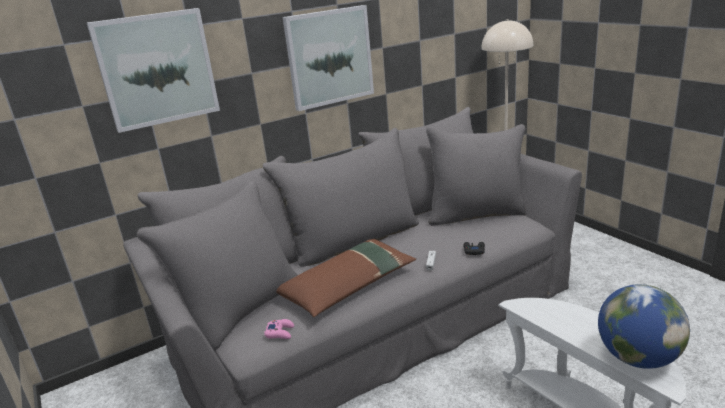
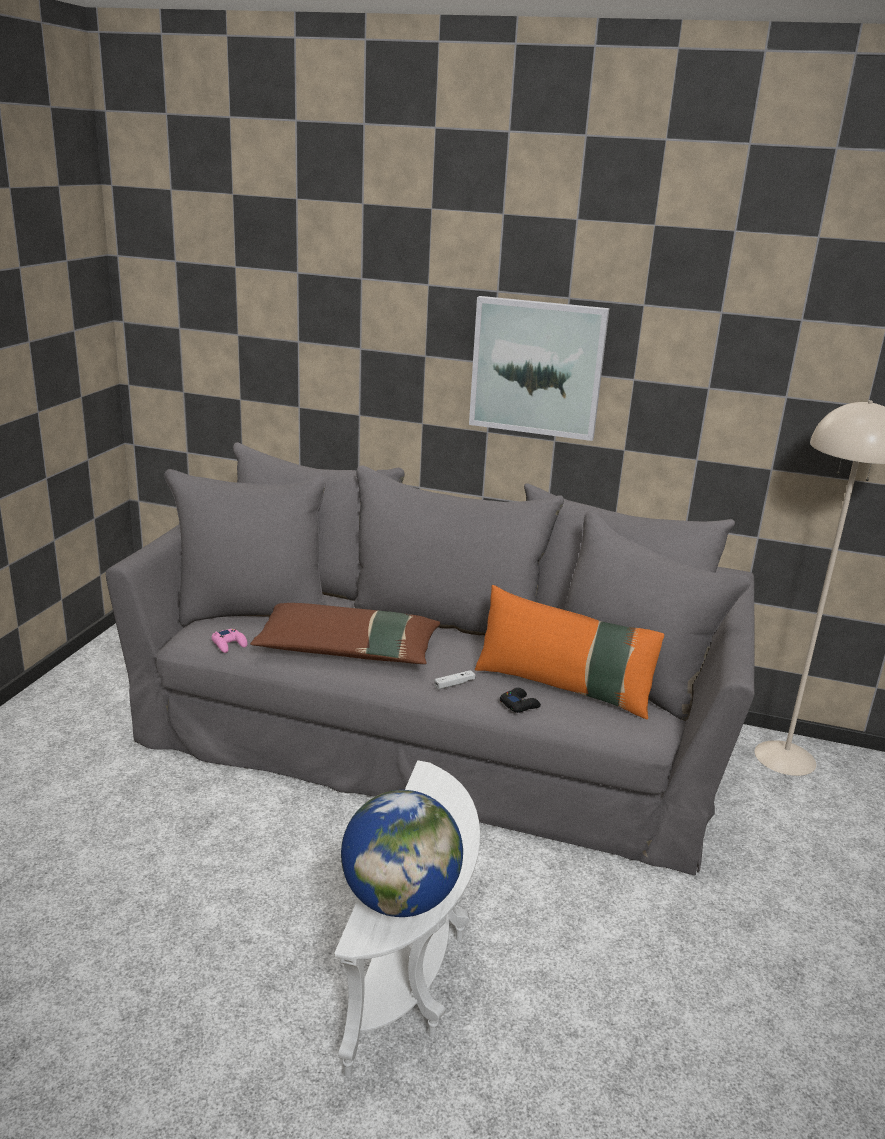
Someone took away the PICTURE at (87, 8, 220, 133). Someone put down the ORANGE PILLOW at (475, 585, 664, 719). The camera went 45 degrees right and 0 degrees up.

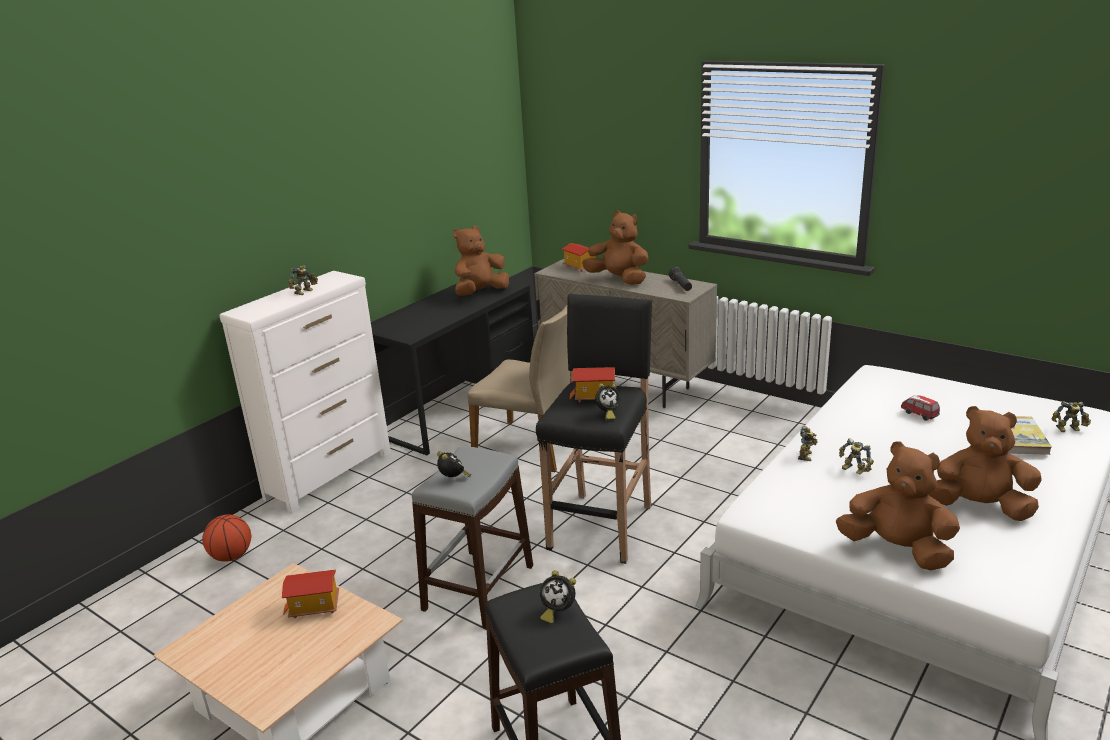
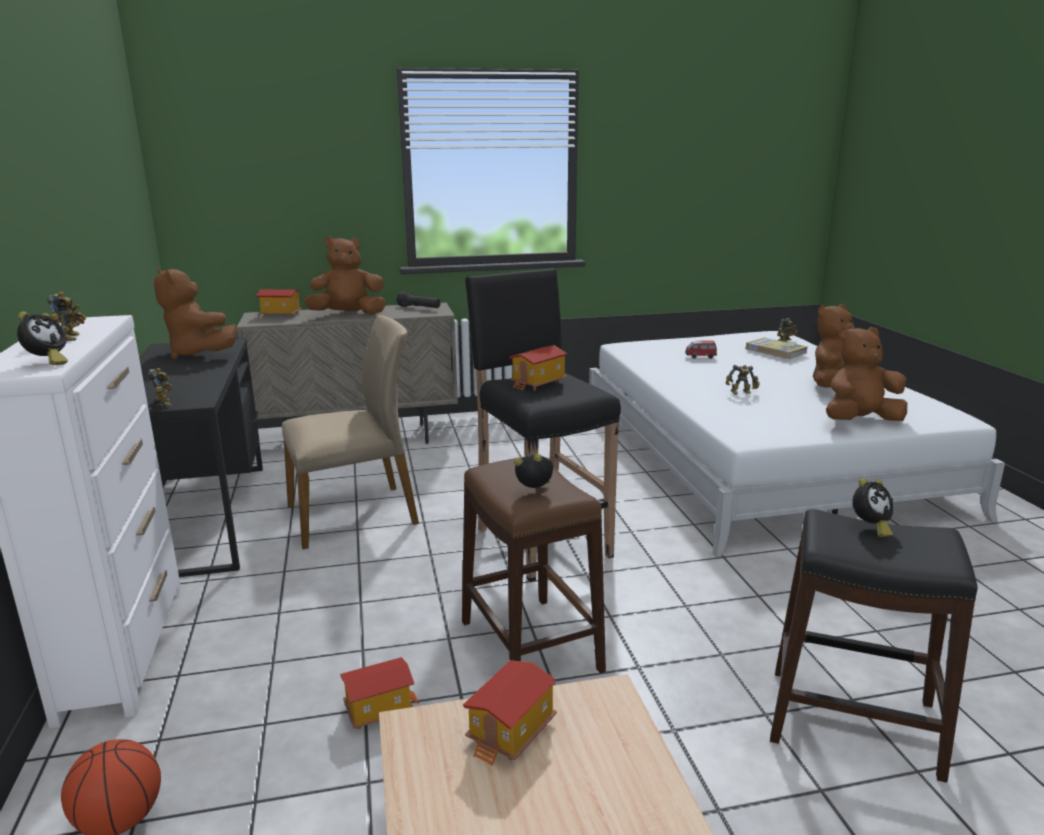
Someone repainted the GREY STOOL at (412, 446, 533, 629), which became the BROWN STOOL at (462, 457, 606, 673). Someone rotated the BROWN PLUSH TOY at (453, 226, 509, 296) by 45 degrees counterclockwise. Someone carried the ALARM CLOCK from (595, 384, 621, 420) to (17, 311, 68, 365). Someone carried the TOY ROBOT from (798, 426, 818, 461) to (148, 368, 173, 409). Someone put down the TOY HOUSE at (340, 657, 419, 729). The camera went 50 degrees left and 5 degrees down.

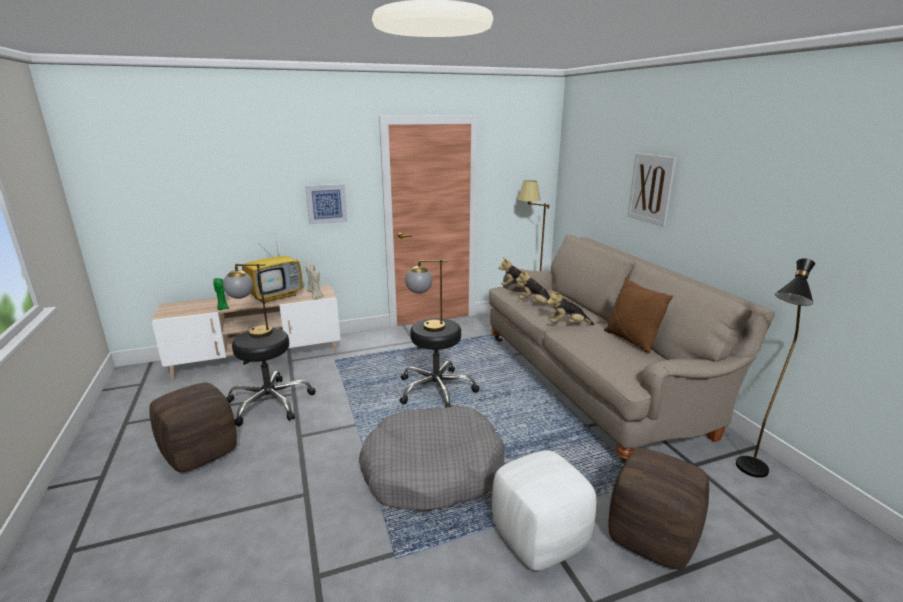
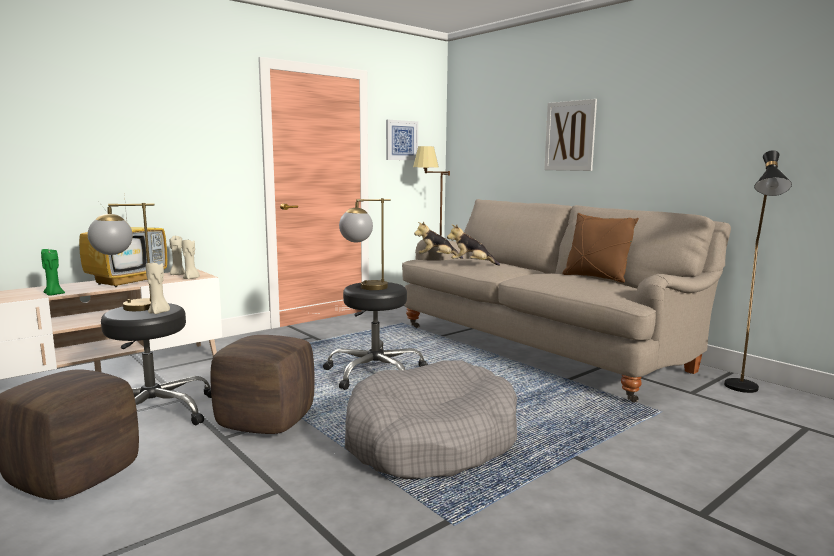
Someone carried the PICTURE from (305, 184, 348, 224) to (386, 120, 418, 160). Someone took away the WHITE OTTOMAN at (492, 450, 596, 571). Someone took away the PLUSH TOY at (547, 289, 594, 325). Someone carried the BROWN OTTOMAN from (609, 448, 709, 570) to (211, 335, 315, 434). Someone put down the BEIGE CANDLE at (146, 262, 170, 314). The camera went 20 degrees left and 10 degrees down.

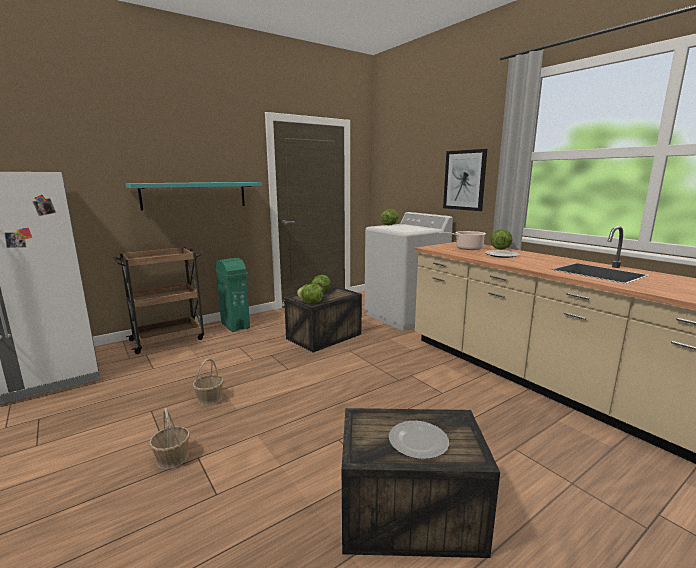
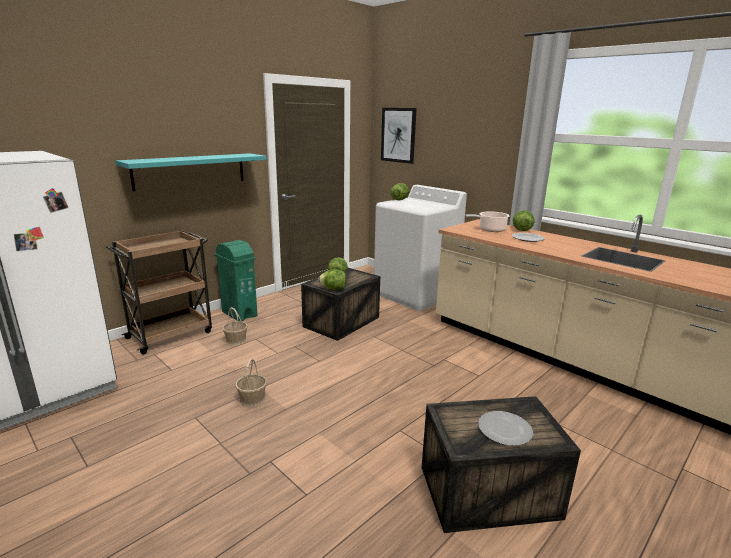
Someone carried the BASKET from (149, 408, 190, 469) to (222, 307, 248, 346). Someone carried the PICTURE from (443, 149, 487, 211) to (381, 108, 417, 164). The camera went 10 degrees left and 5 degrees up.

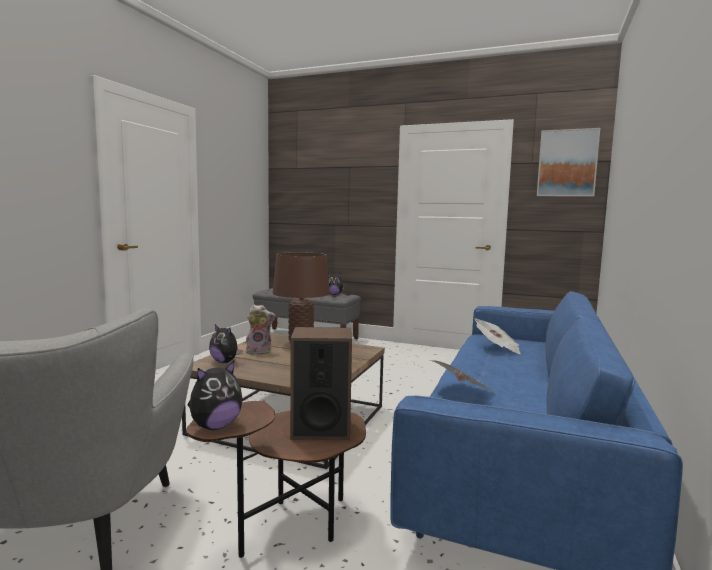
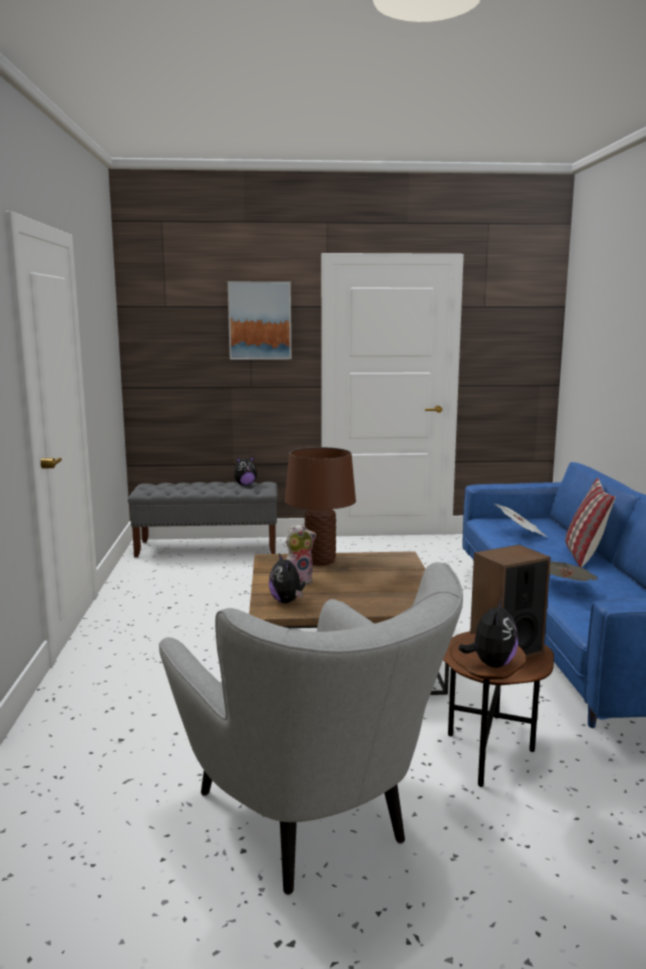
Someone rotated the PLUSH TOY at (209, 324, 243, 363) by 60 degrees clockwise. Someone carried the PICTURE from (537, 128, 600, 196) to (228, 281, 291, 360). Someone put down the PILLOW at (565, 478, 615, 568). The camera went 25 degrees left and 5 degrees up.

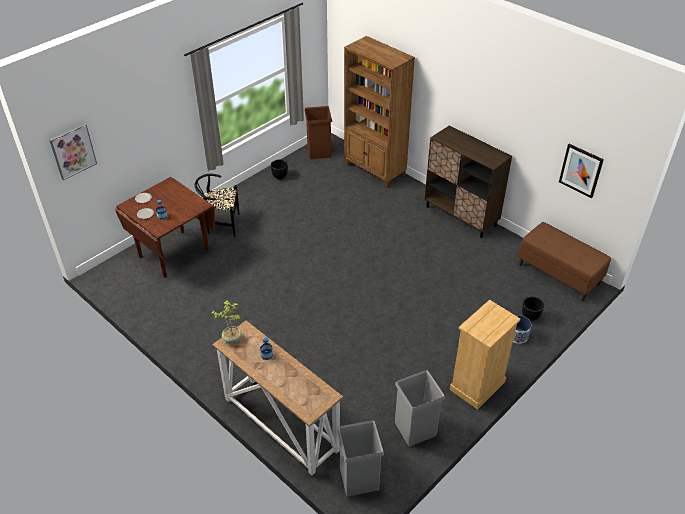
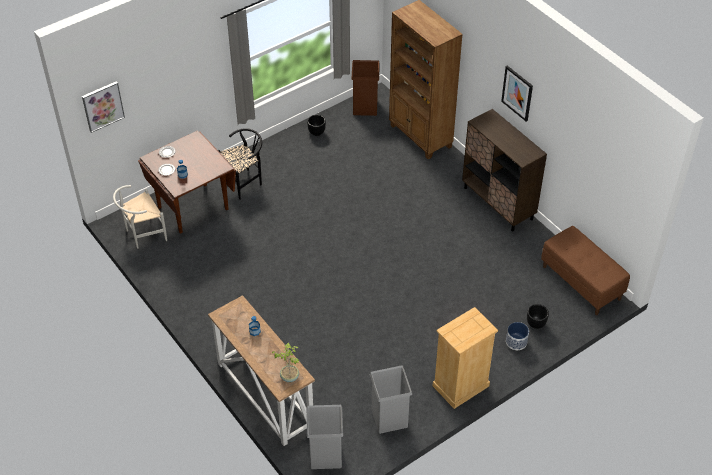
Someone rotated the BLACK CHAIR at (195, 174, 239, 237) by 135 degrees clockwise. Someone carried the POTTED PLANT from (212, 300, 242, 343) to (272, 343, 299, 382). Someone carried the PICTURE from (559, 144, 604, 198) to (501, 66, 533, 122). Someone put down the WHITE CHAIR at (113, 185, 167, 249). The camera went 10 degrees right and 5 degrees up.

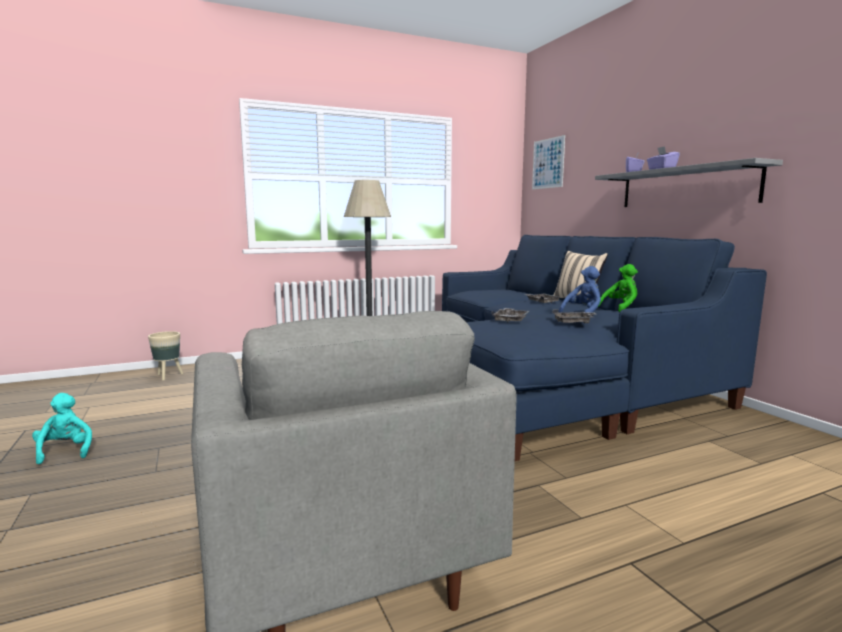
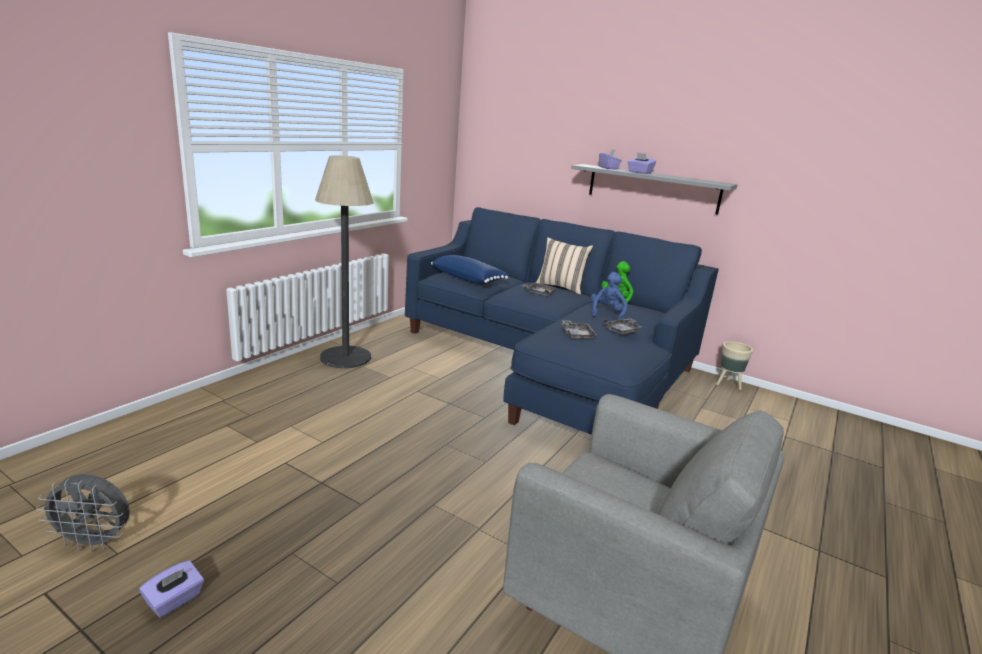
Someone swapped the TURQUOISE PLUSH TOY at (32, 393, 92, 464) for the PURPLE TISSUE BOX at (139, 560, 204, 618). Someone carried the BEIGE PLANTER from (148, 331, 183, 381) to (716, 341, 753, 390). Someone took away the PICTURE at (532, 135, 565, 190). Someone put down the GREY FAN at (36, 474, 130, 552). Someone put down the BLUE PILLOW at (431, 255, 508, 284). The camera went 35 degrees left and 10 degrees up.

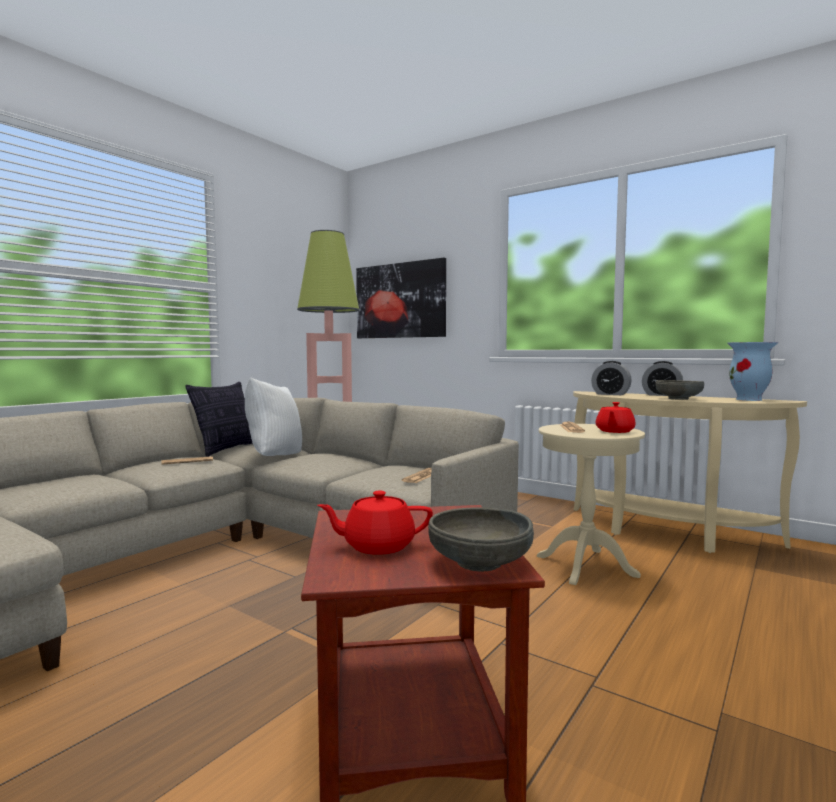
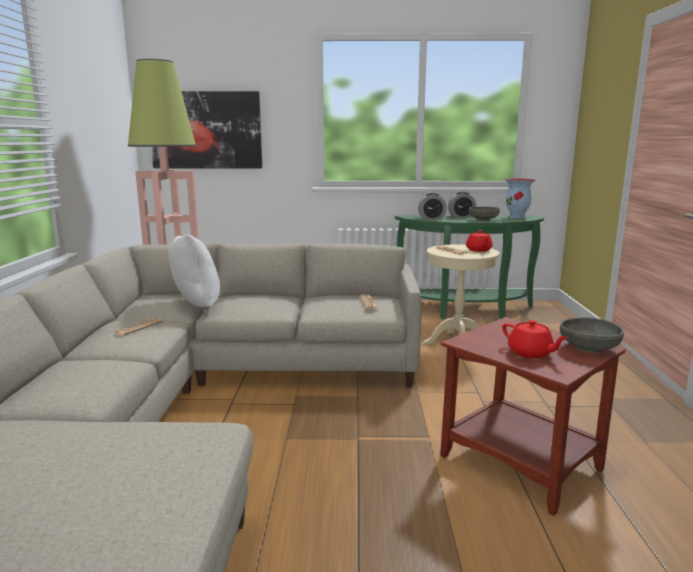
Someone took away the PILLOW at (185, 382, 253, 457). Someone rotated the RED TEAPOT at (317, 490, 433, 555) by 90 degrees counterclockwise. Someone repainted the BEIGE CONSOLE TABLE at (573, 391, 807, 553), which became the GREEN CONSOLE TABLE at (395, 216, 544, 319). The camera went 35 degrees left and 10 degrees up.

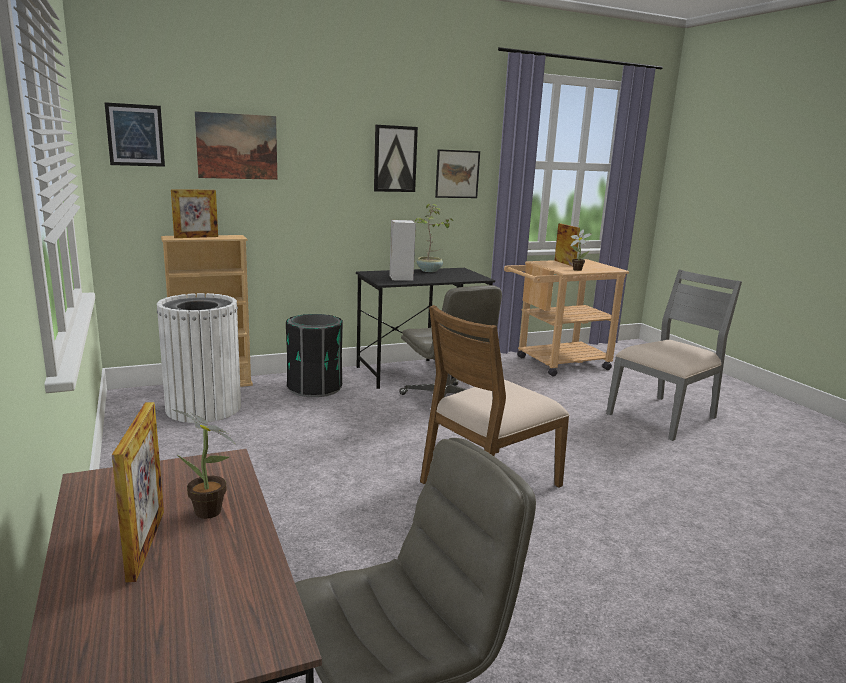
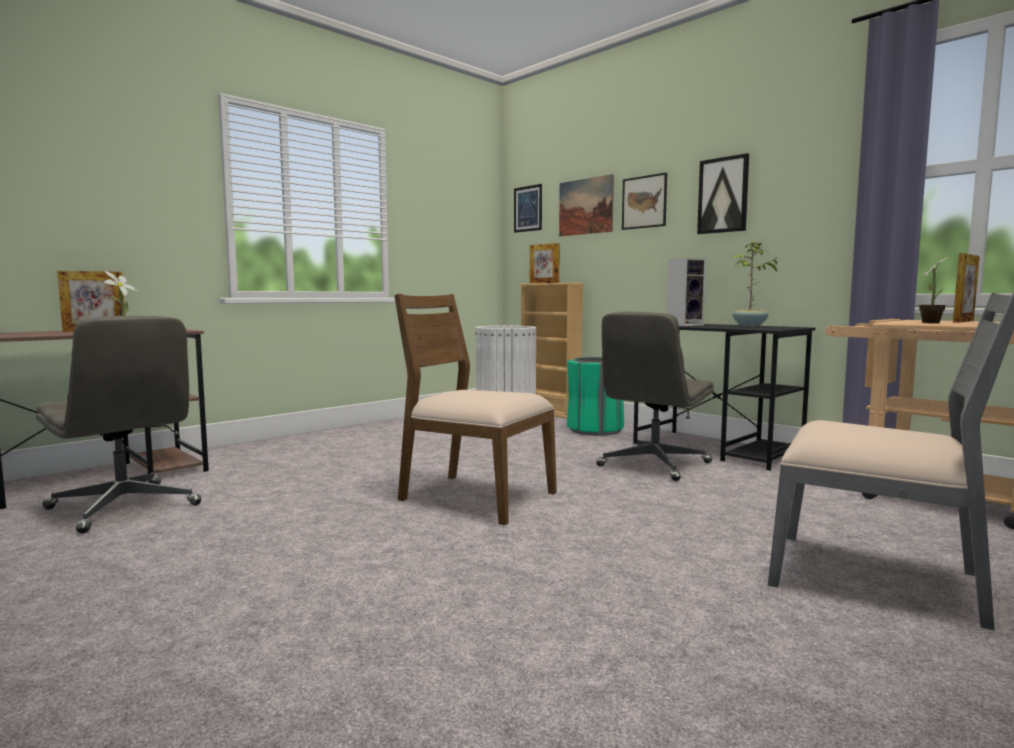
Someone repainted the BLACK TRASH CAN at (286, 314, 343, 397), which became the GREEN TRASH CAN at (567, 357, 624, 436). Someone carried the PICTURE from (435, 149, 480, 198) to (622, 173, 667, 230). The camera went 70 degrees right and 10 degrees down.

